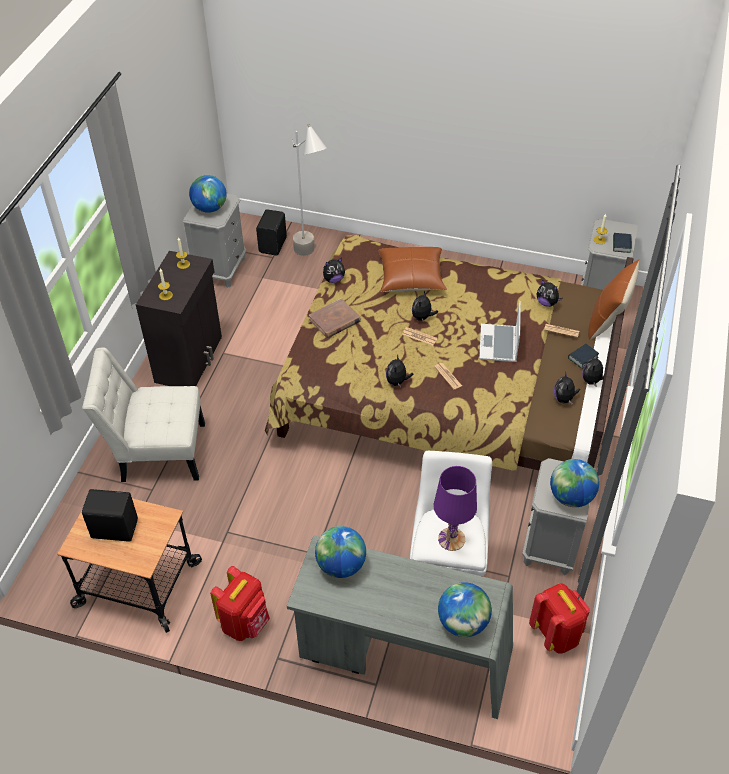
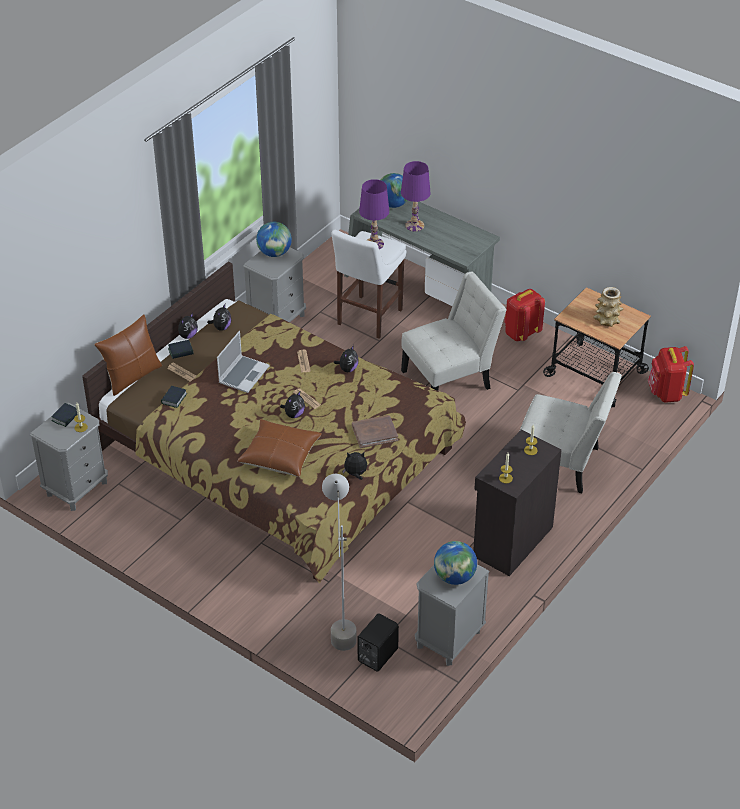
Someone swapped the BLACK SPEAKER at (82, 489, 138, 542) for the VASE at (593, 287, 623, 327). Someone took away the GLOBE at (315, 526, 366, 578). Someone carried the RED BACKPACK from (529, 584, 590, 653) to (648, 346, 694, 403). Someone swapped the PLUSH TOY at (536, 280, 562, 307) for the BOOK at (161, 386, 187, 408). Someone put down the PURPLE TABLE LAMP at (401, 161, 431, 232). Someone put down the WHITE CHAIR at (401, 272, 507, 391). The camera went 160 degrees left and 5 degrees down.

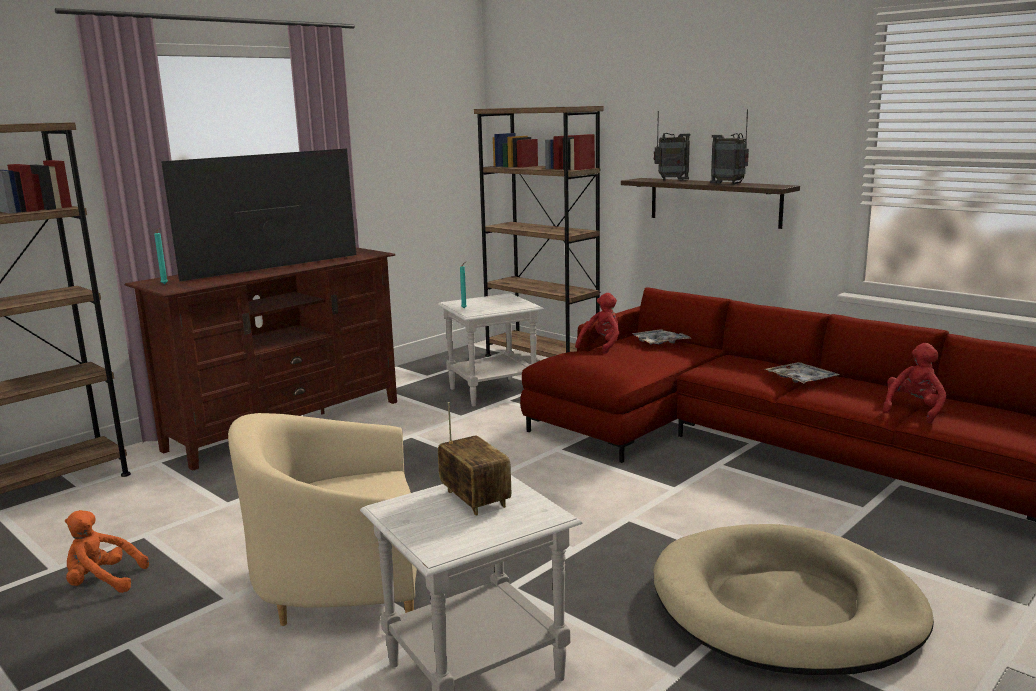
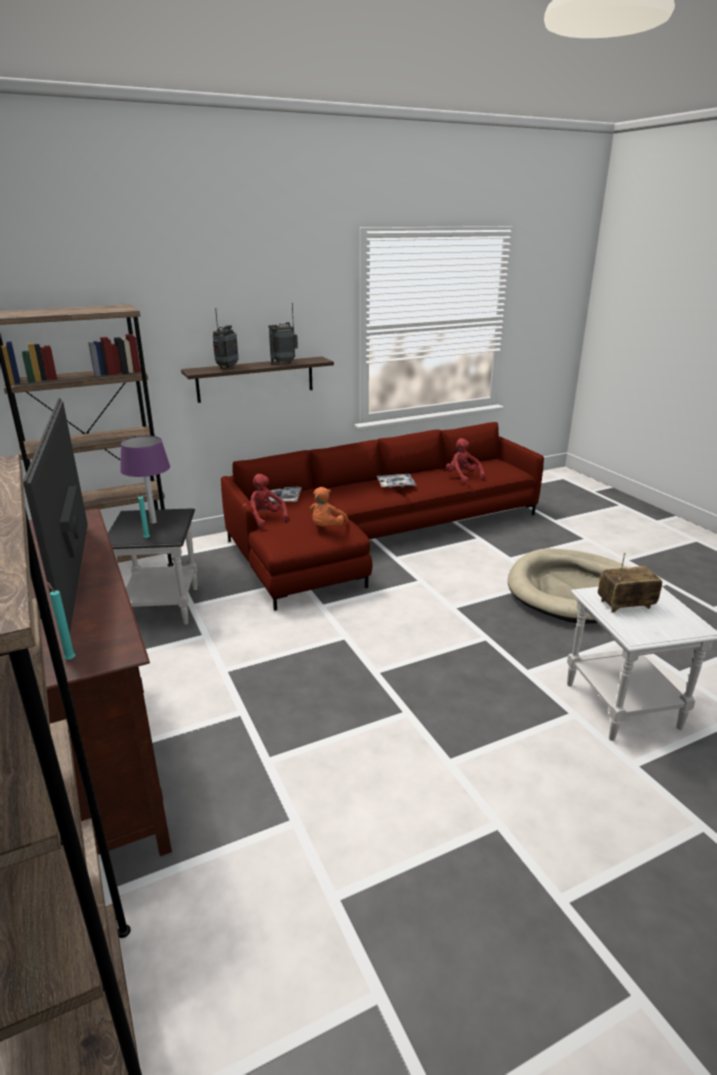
Someone carried the ORANGE PLUSH TOY from (65, 510, 149, 593) to (310, 487, 348, 527). Someone took away the BEIGE ARMCHAIR at (228, 413, 417, 626). Someone repainted the WHITE SIDE TABLE at (437, 293, 544, 406), which became the BLACK SIDE TABLE at (108, 508, 197, 625). Someone put down the PURPLE TABLE LAMP at (120, 436, 170, 524). The camera went 70 degrees left and 10 degrees up.

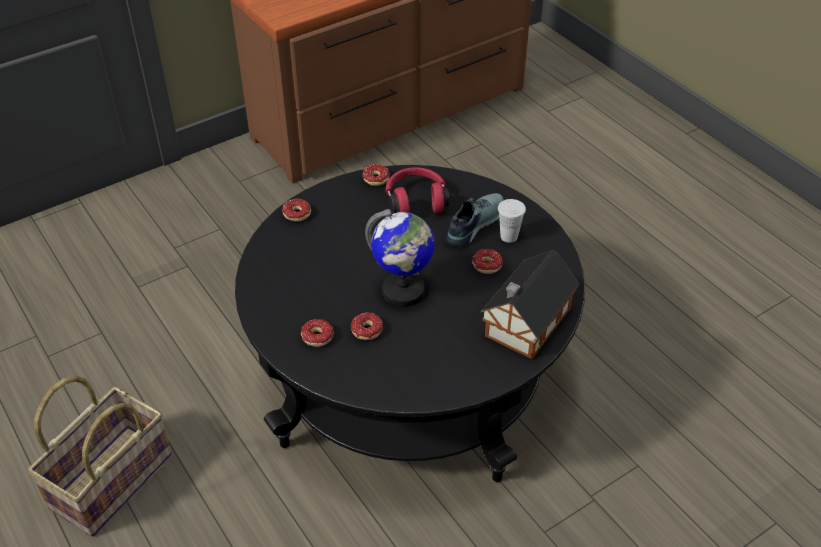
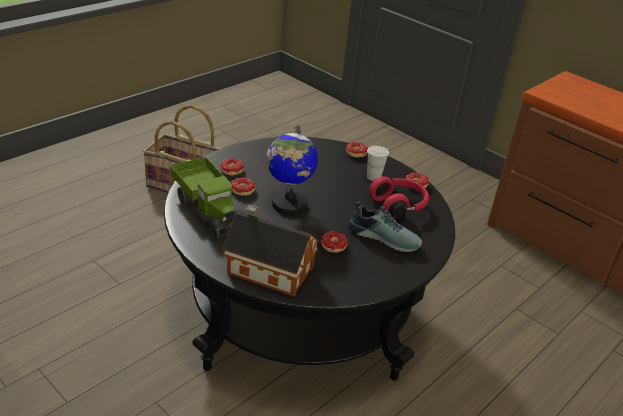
Someone carried the WHITE CUP from (498, 199, 526, 243) to (367, 146, 389, 181). Someone put down the TOY TRUCK at (170, 157, 245, 239). The camera went 75 degrees right and 10 degrees down.

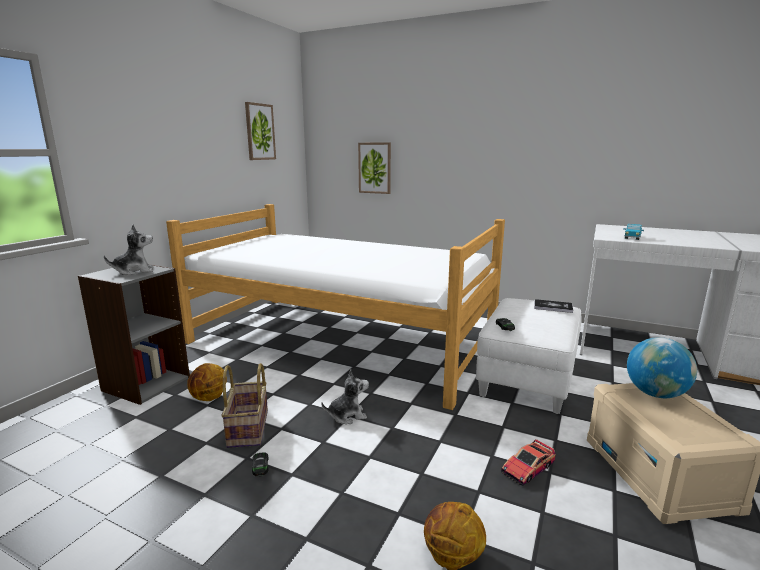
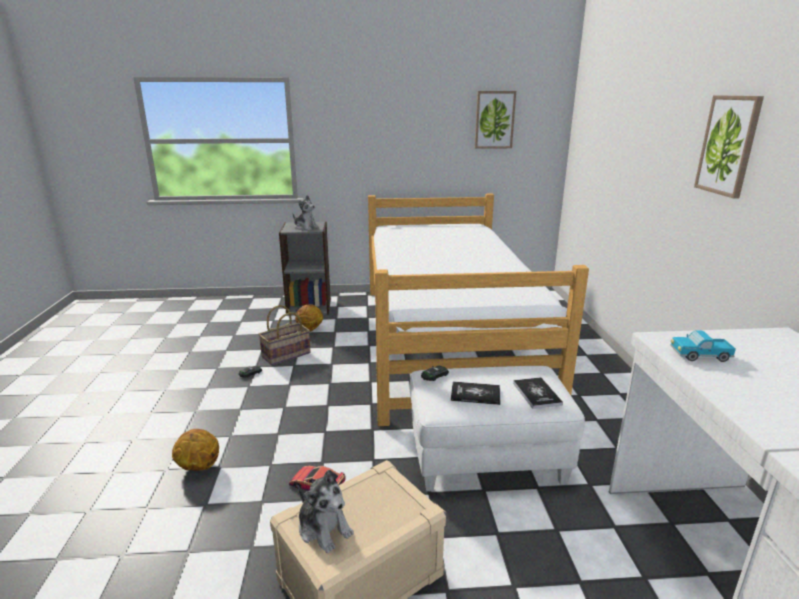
Someone carried the PLUSH TOY from (321, 370, 369, 424) to (298, 470, 354, 553). Someone carried the PICTURE from (358, 142, 391, 194) to (694, 95, 764, 199). Someone took away the GLOBE at (627, 337, 697, 398). Someone put down the BOOK at (451, 381, 500, 405). The camera went 60 degrees right and 5 degrees up.

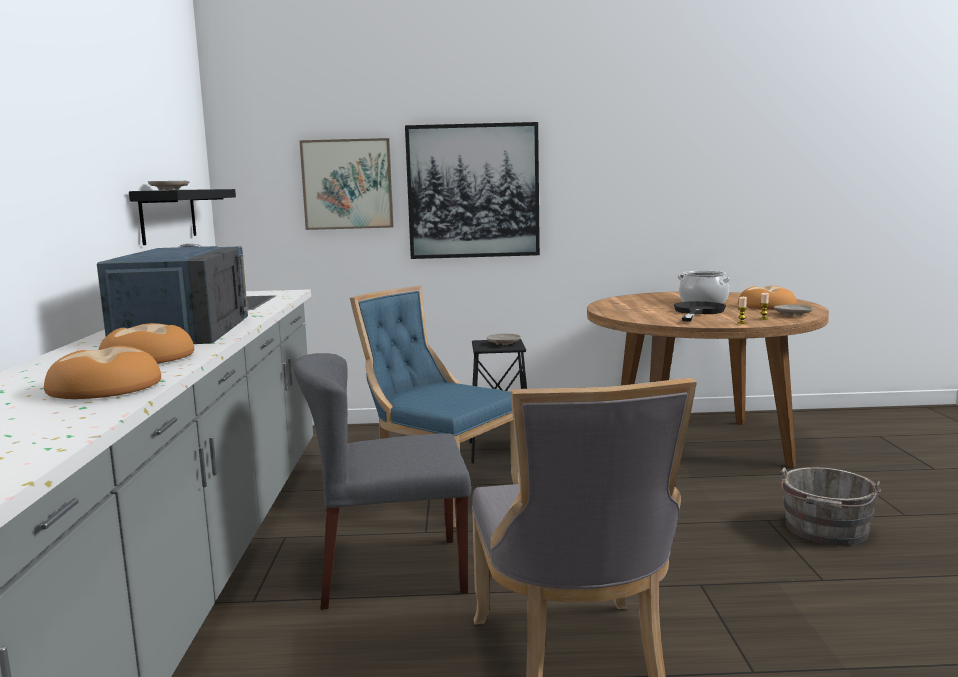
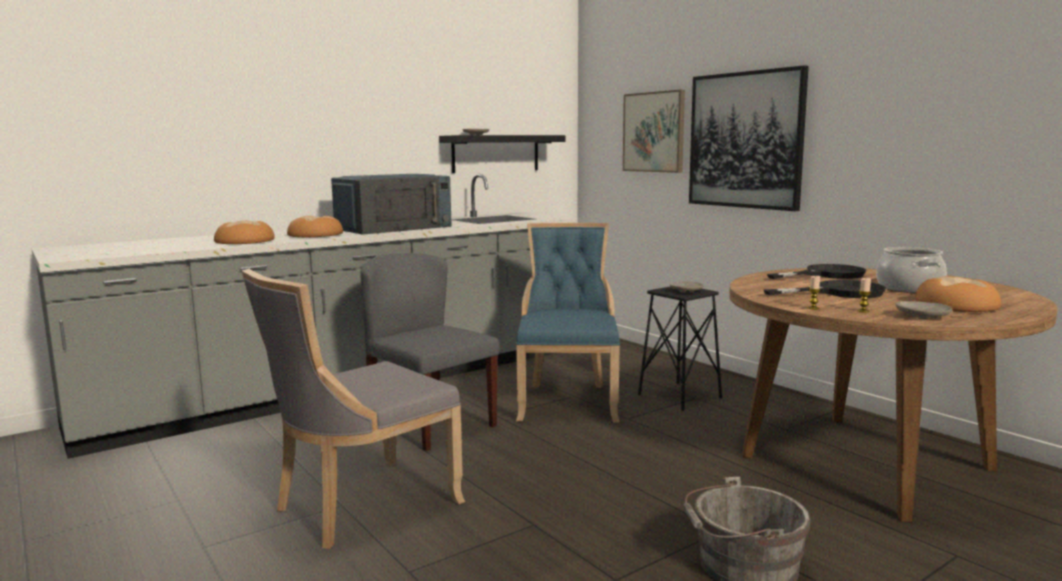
Someone put down the BLACK FRYING PAN at (767, 264, 866, 279). The camera went 55 degrees right and 0 degrees up.

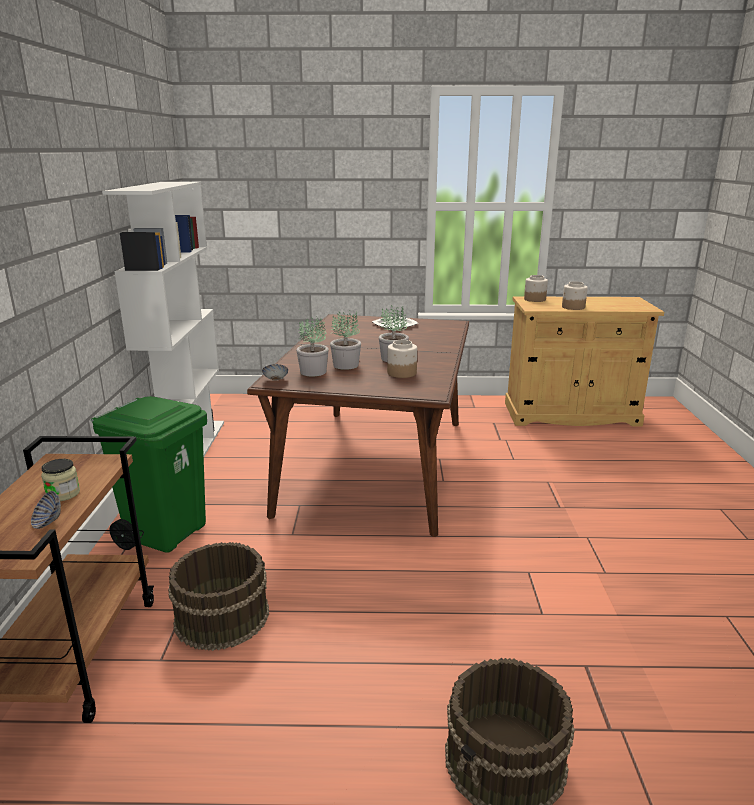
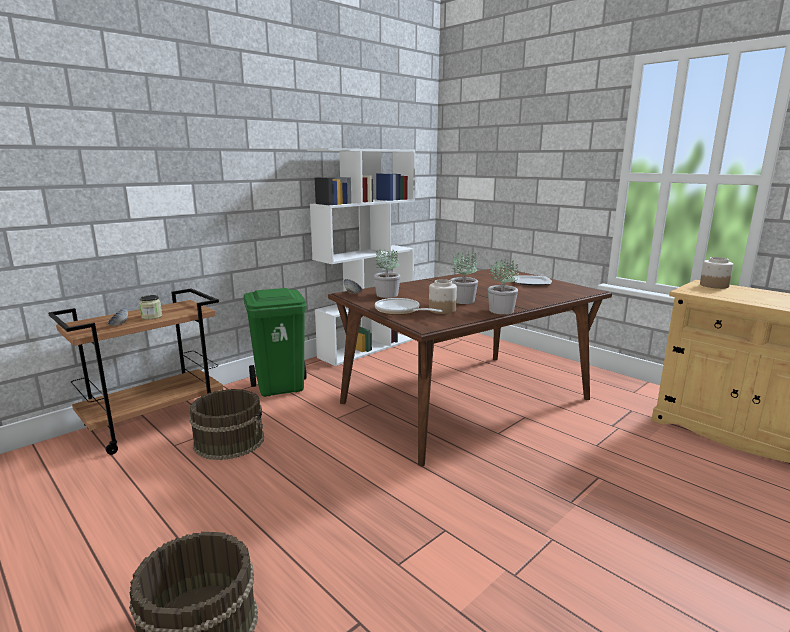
Someone carried the POTTED PLANT from (330, 310, 361, 370) to (488, 259, 519, 314). Someone took away the JAR at (562, 282, 588, 310). Someone put down the FRYING PAN at (375, 298, 442, 315). The camera went 45 degrees right and 5 degrees down.

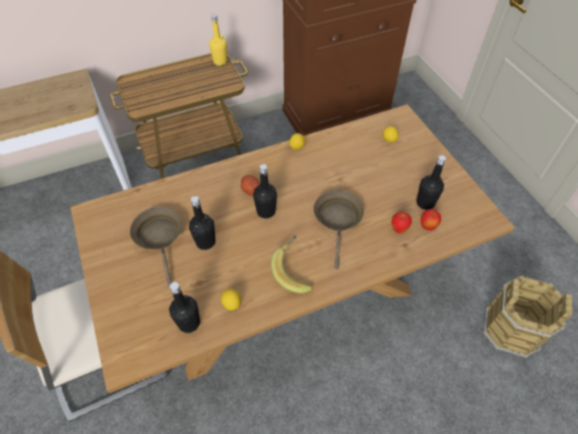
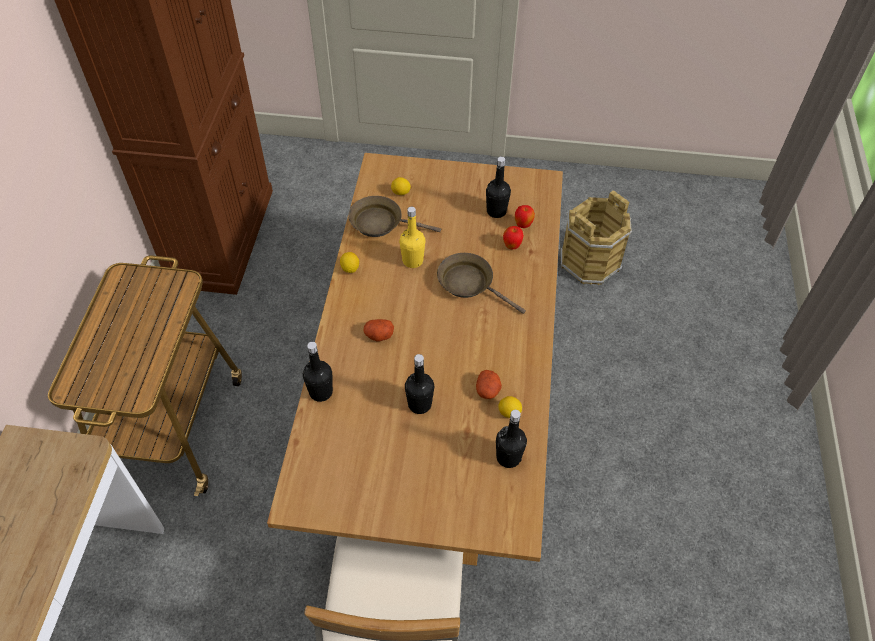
Someone carried the BROWN FRYING PAN from (130, 207, 182, 287) to (348, 196, 441, 237). Someone carried the YELLOW BOTTLE from (209, 14, 227, 65) to (399, 207, 425, 268). Someone carried the BLACK BOTTLE from (253, 164, 277, 219) to (303, 342, 333, 402). Someone took away the BANANA at (271, 236, 313, 294). Someone put down the POTATO at (476, 370, 502, 399). The camera went 60 degrees left and 0 degrees up.

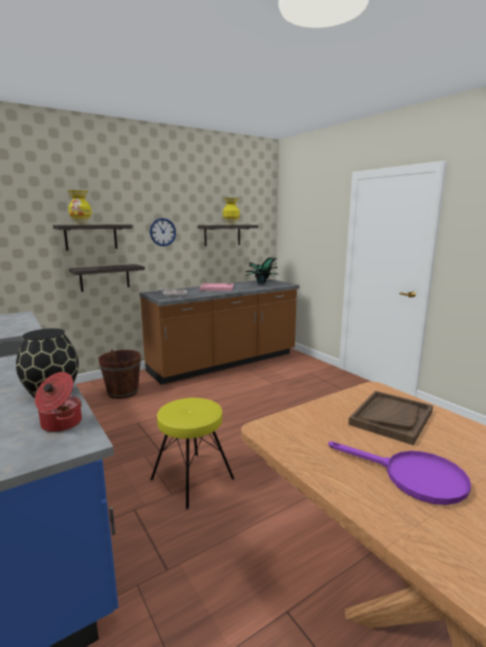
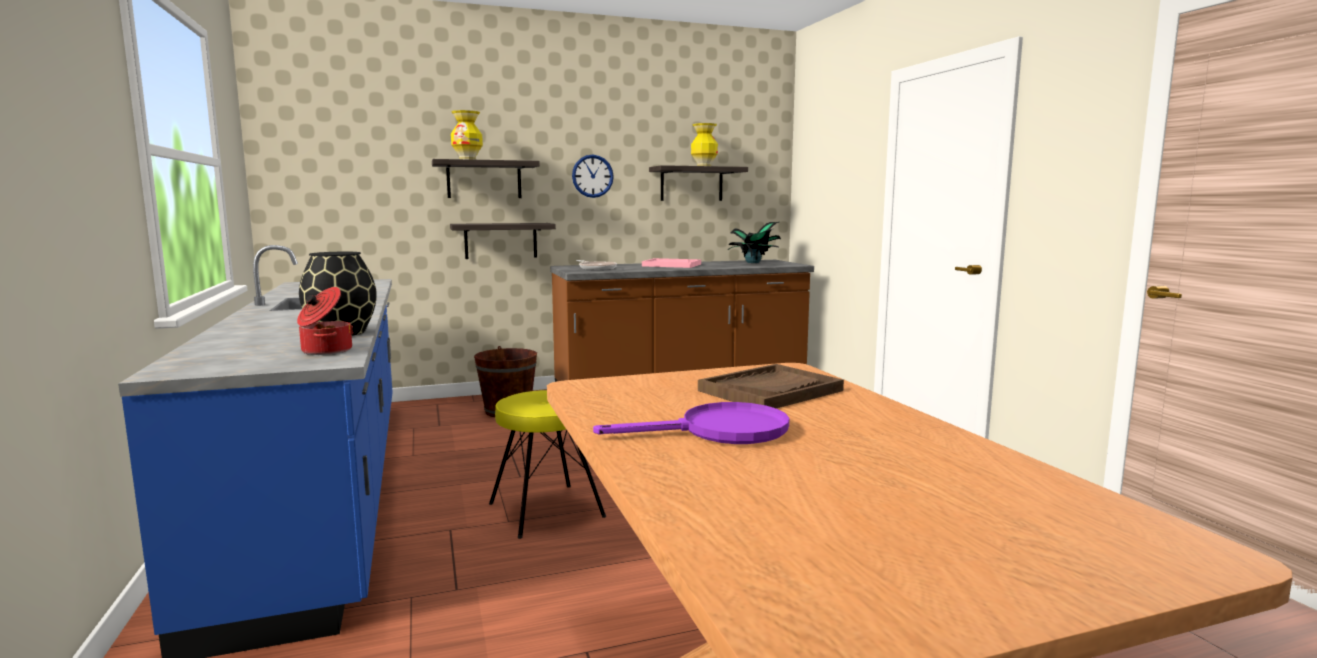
Someone rotated the PURPLE FRYING PAN at (328, 441, 471, 505) by 60 degrees counterclockwise. The camera went 15 degrees right and 5 degrees down.

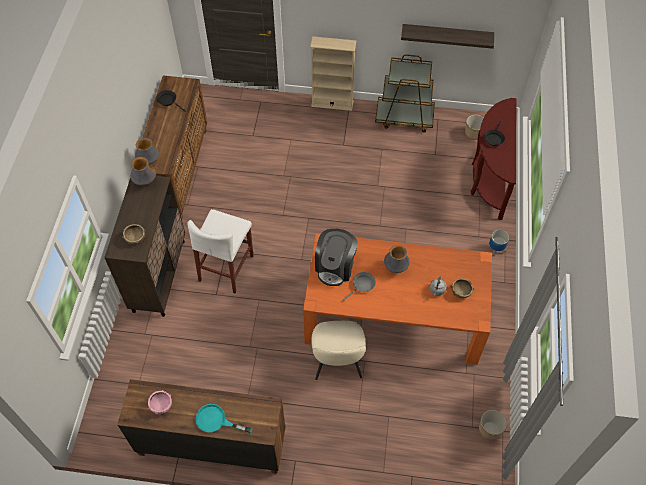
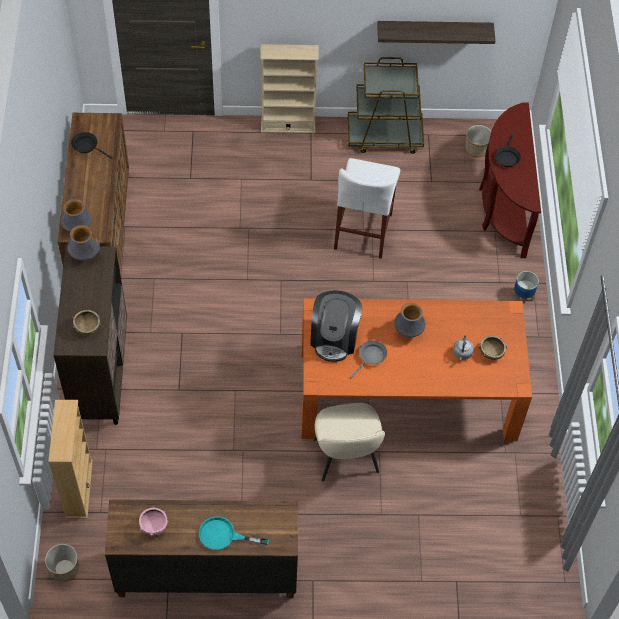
Someone carried the WHITE STOOL from (187, 209, 254, 293) to (334, 158, 400, 259). Someone carried the PLANTER from (479, 410, 507, 440) to (45, 544, 79, 582). Someone put down the BEIGE BOOKCASE at (48, 400, 93, 519). The camera went 10 degrees left and 0 degrees up.

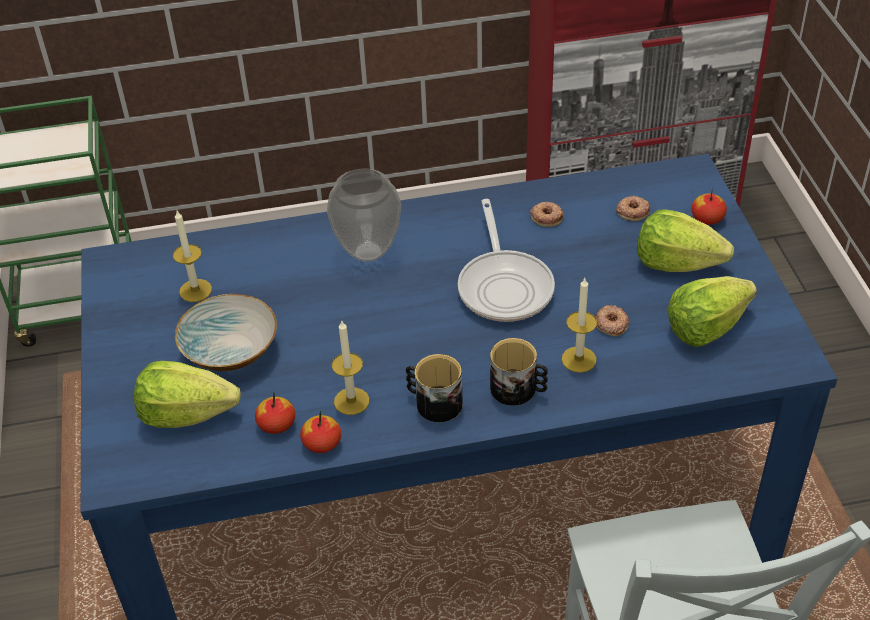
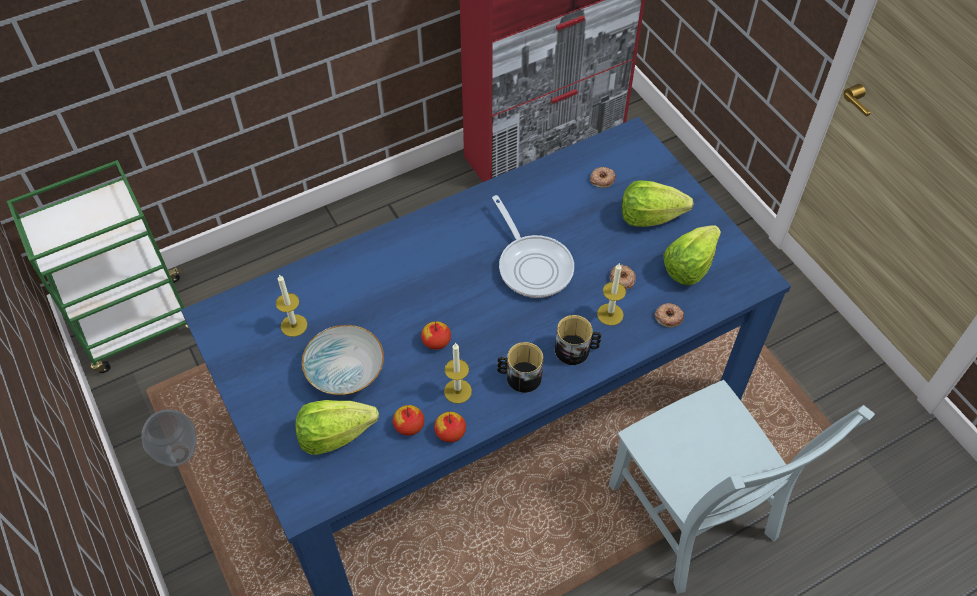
Someone carried the VASE from (327, 169, 401, 262) to (141, 409, 197, 467). Someone carried the DONUT from (530, 202, 564, 227) to (655, 303, 684, 328). Someone carried the APPLE from (691, 188, 727, 225) to (421, 321, 451, 350). The camera went 20 degrees left and 10 degrees up.

